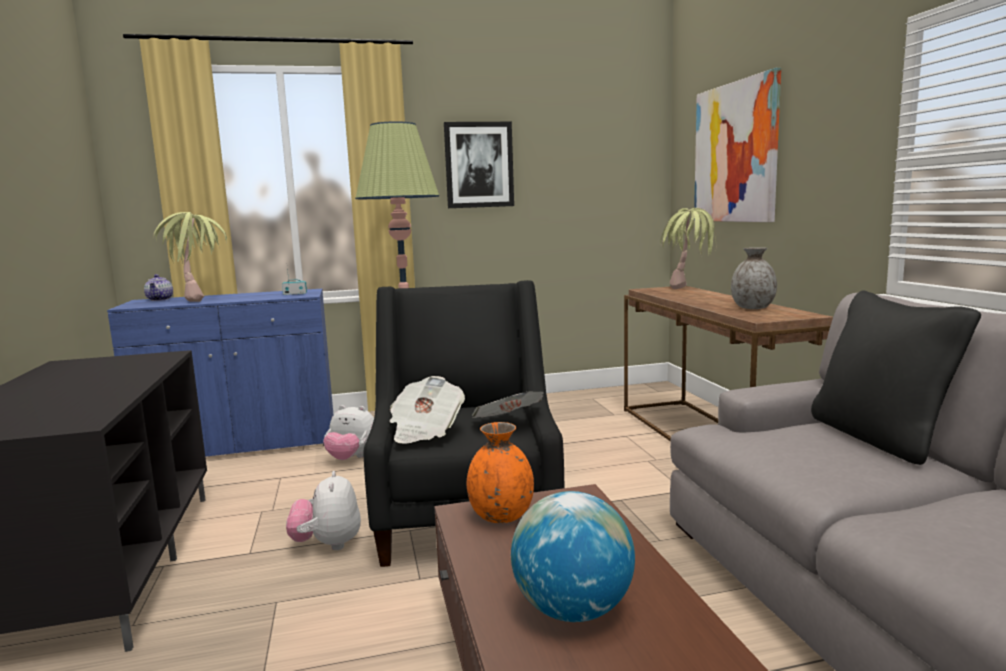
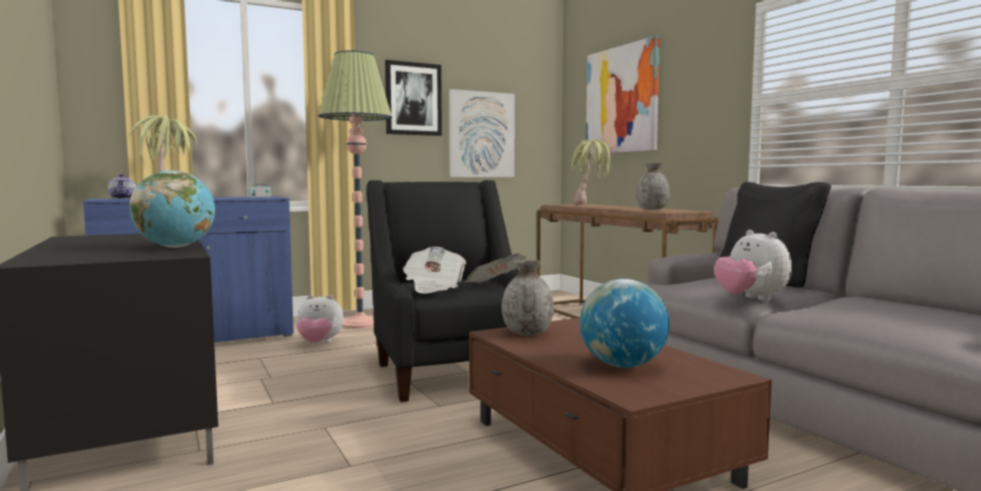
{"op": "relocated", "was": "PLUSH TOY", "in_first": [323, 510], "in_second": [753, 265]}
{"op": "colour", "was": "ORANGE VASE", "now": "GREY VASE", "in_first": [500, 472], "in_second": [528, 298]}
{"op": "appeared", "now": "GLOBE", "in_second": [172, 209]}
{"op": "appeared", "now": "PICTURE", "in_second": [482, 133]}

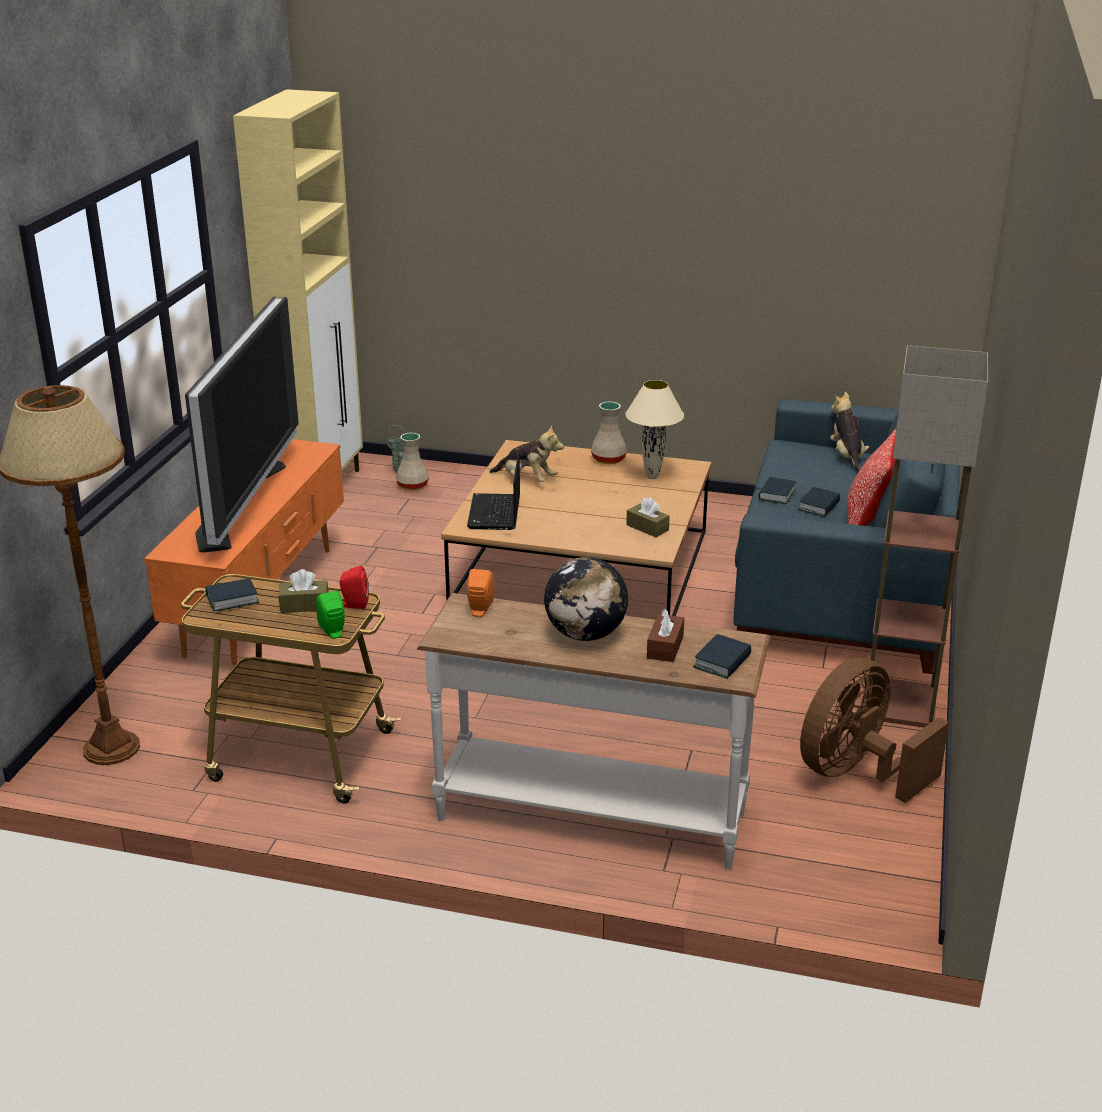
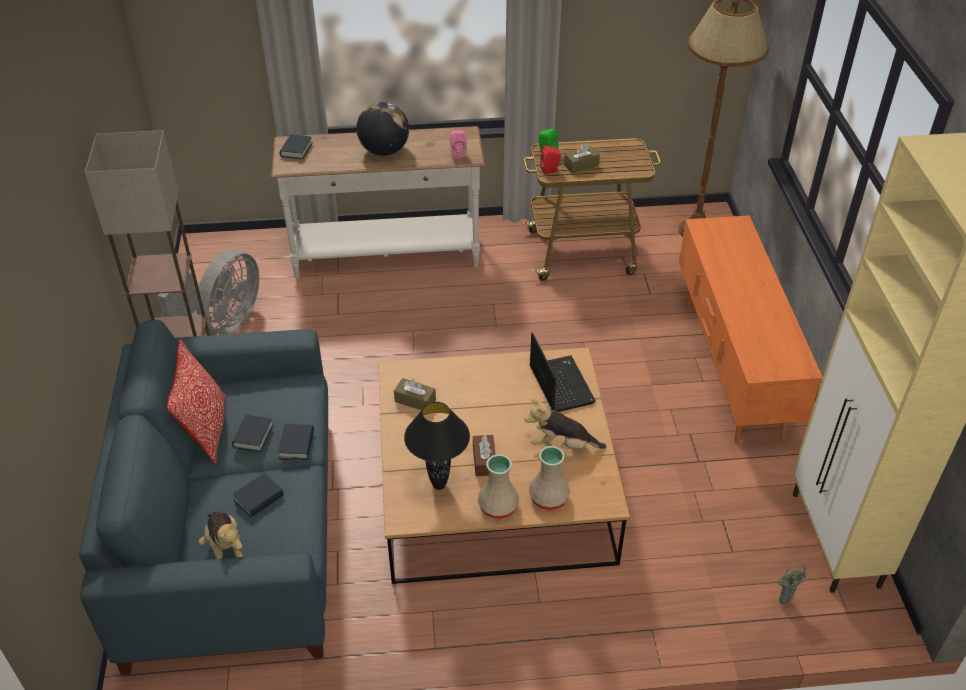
{"op": "missing", "was": "TELEVISION", "in_first": [242, 424]}
{"op": "relocated", "was": "BOOK", "in_first": [232, 595], "in_second": [258, 495]}
{"op": "relocated", "was": "BEIGE VASE", "in_first": [412, 461], "in_second": [549, 478]}
{"op": "colour", "was": "ORANGE SPEAKER", "now": "PINK SPEAKER", "in_first": [480, 593], "in_second": [458, 144]}
{"op": "colour", "was": "BEIGE TABLE LAMP", "now": "BLACK TABLE LAMP", "in_first": [654, 429], "in_second": [437, 446]}
{"op": "relocated", "was": "BROWN TISSUE BOX", "in_first": [665, 635], "in_second": [484, 455]}
{"op": "colour", "was": "BROWN FAN", "now": "GREY FAN", "in_first": [874, 730], "in_second": [208, 291]}

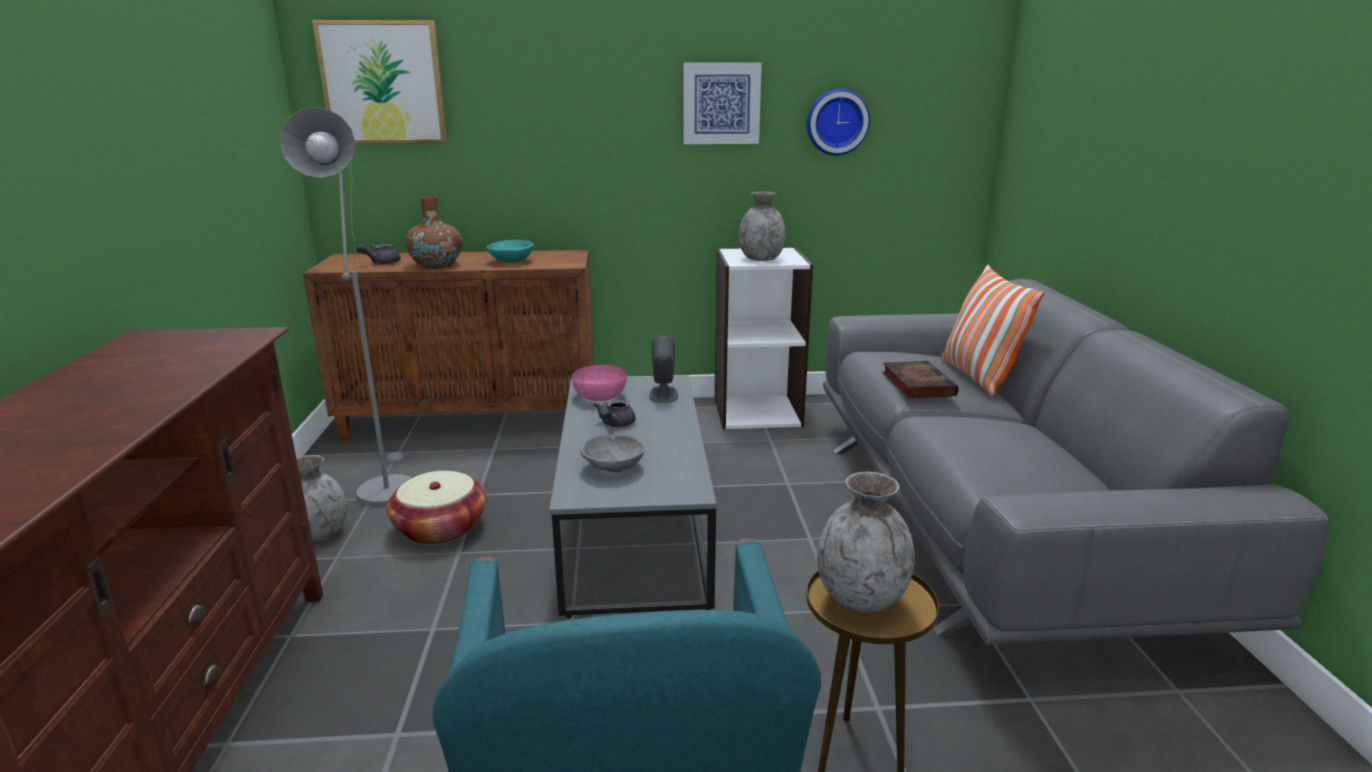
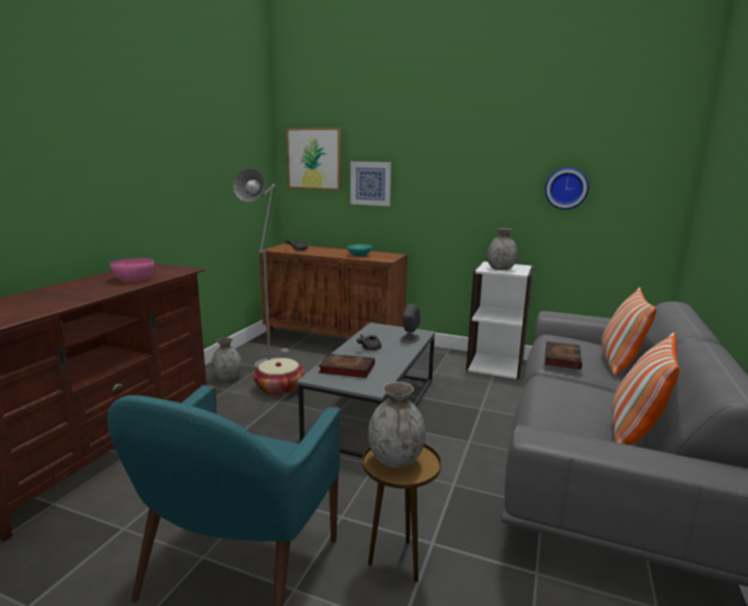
{"op": "missing", "was": "BROWN VASE", "in_first": [433, 232]}
{"op": "relocated", "was": "PINK BOWL", "in_first": [599, 383], "in_second": [132, 269]}
{"op": "exchanged", "was": "GREY BOWL", "now": "BOOK", "in_first": [612, 453], "in_second": [346, 366]}
{"op": "relocated", "was": "PICTURE", "in_first": [722, 103], "in_second": [370, 183]}
{"op": "appeared", "now": "PILLOW", "in_second": [645, 388]}

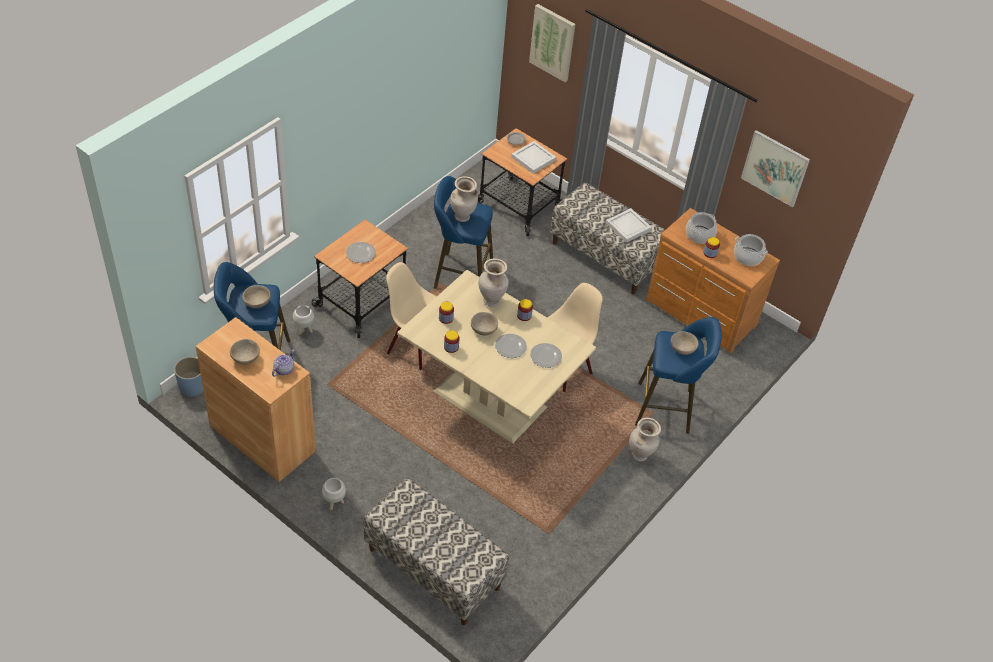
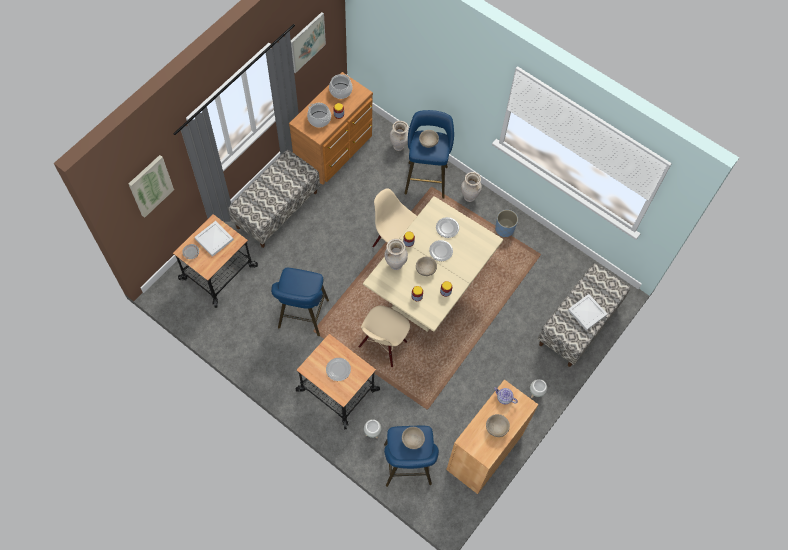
{"op": "relocated", "was": "BLUE PLANTER", "in_first": [189, 377], "in_second": [506, 223]}
{"op": "relocated", "was": "BEIGE VASE", "in_first": [464, 199], "in_second": [399, 136]}
{"op": "relocated", "was": "WHITE TRAY", "in_first": [629, 225], "in_second": [587, 312]}

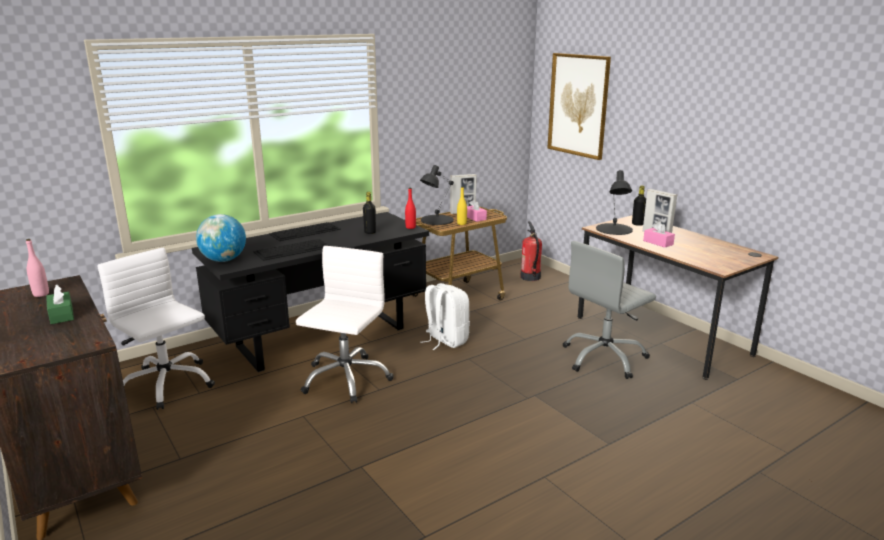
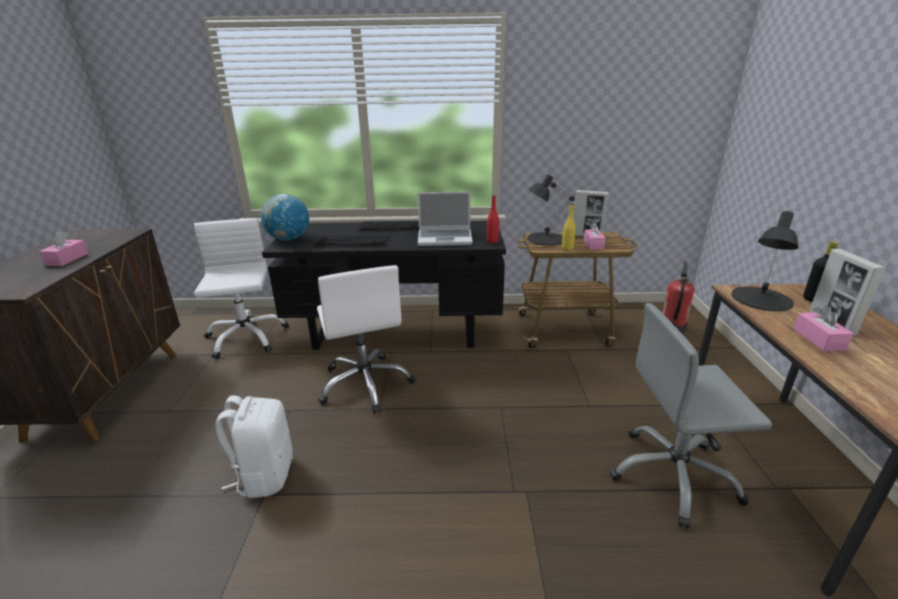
{"op": "missing", "was": "PINK BOTTLE", "in_first": [37, 268]}
{"op": "colour", "was": "GREEN TISSUE BOX", "now": "PINK TISSUE BOX", "in_first": [60, 304], "in_second": [63, 248]}
{"op": "spun", "was": "WHITE OFFICE CHAIR", "in_first": [345, 324], "in_second": [366, 339], "clockwise": 105}
{"op": "exchanged", "was": "BLACK BOTTLE", "now": "LAPTOP", "in_first": [369, 213], "in_second": [445, 218]}
{"op": "relocated", "was": "WHITE BACKPACK", "in_first": [445, 316], "in_second": [254, 446]}
{"op": "missing", "was": "PICTURE", "in_first": [579, 106]}

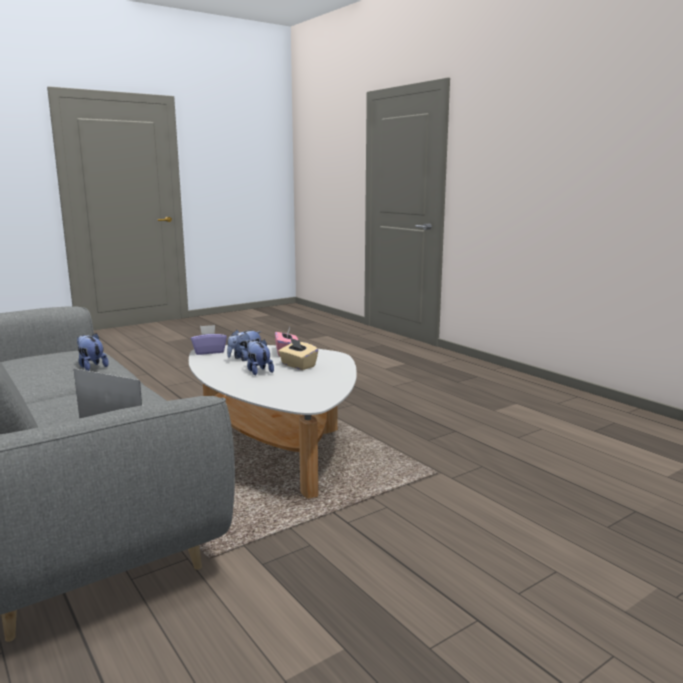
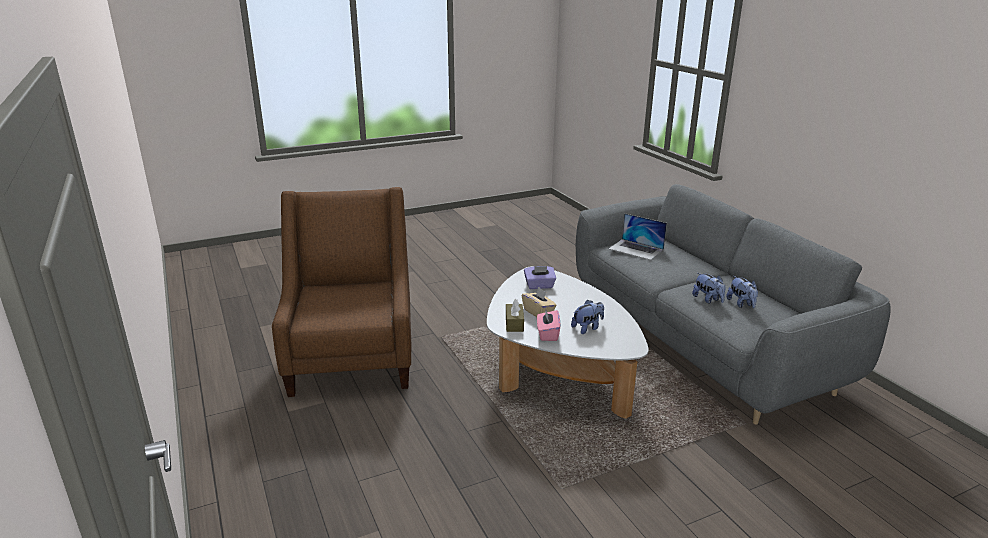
{"op": "relocated", "was": "PURPLE TISSUE BOX", "in_first": [209, 340], "in_second": [540, 277]}
{"op": "relocated", "was": "PLUSH TOY", "in_first": [260, 357], "in_second": [742, 292]}
{"op": "appeared", "now": "BROWN ARMCHAIR", "in_second": [341, 292]}
{"op": "appeared", "now": "BROWN TISSUE BOX", "in_second": [515, 315]}

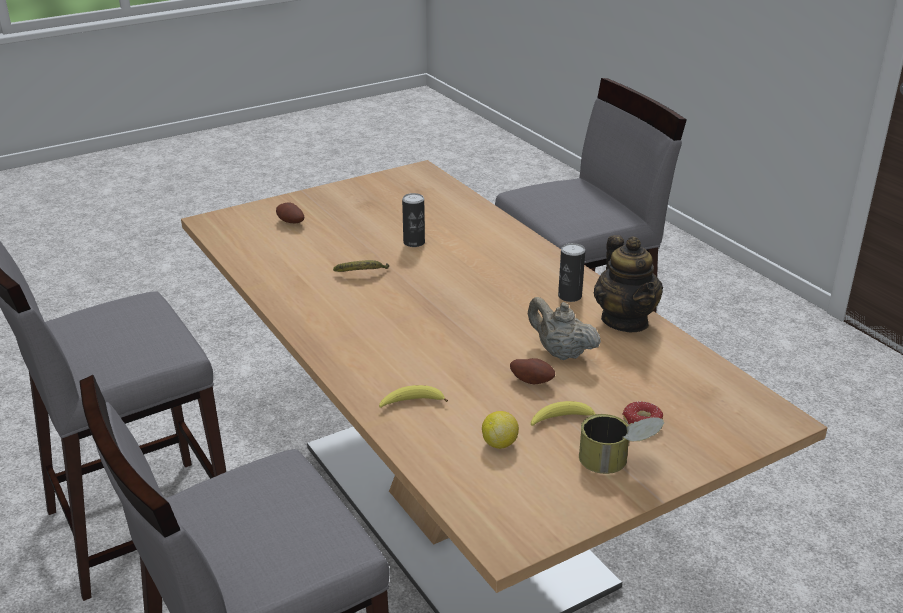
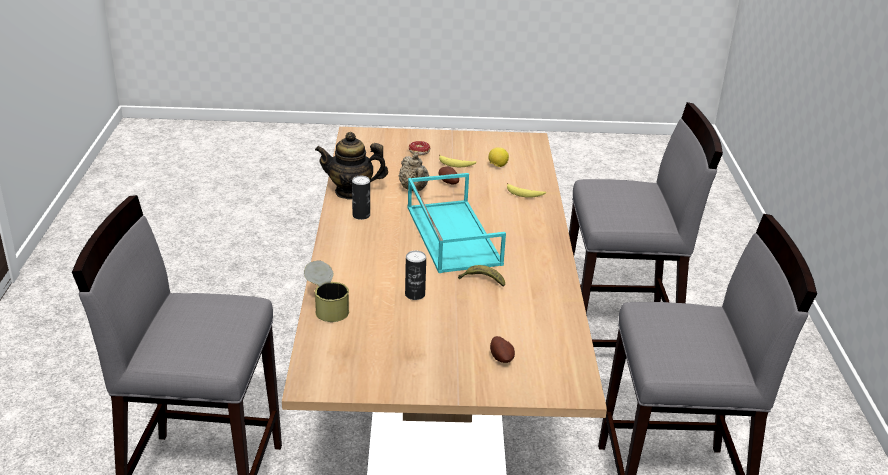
{"op": "relocated", "was": "CAN", "in_first": [621, 444], "in_second": [326, 291]}
{"op": "spun", "was": "TEAPOT", "in_first": [628, 283], "in_second": [351, 166], "clockwise": -105}
{"op": "appeared", "now": "TURQUOISE TRAY", "in_second": [457, 223]}

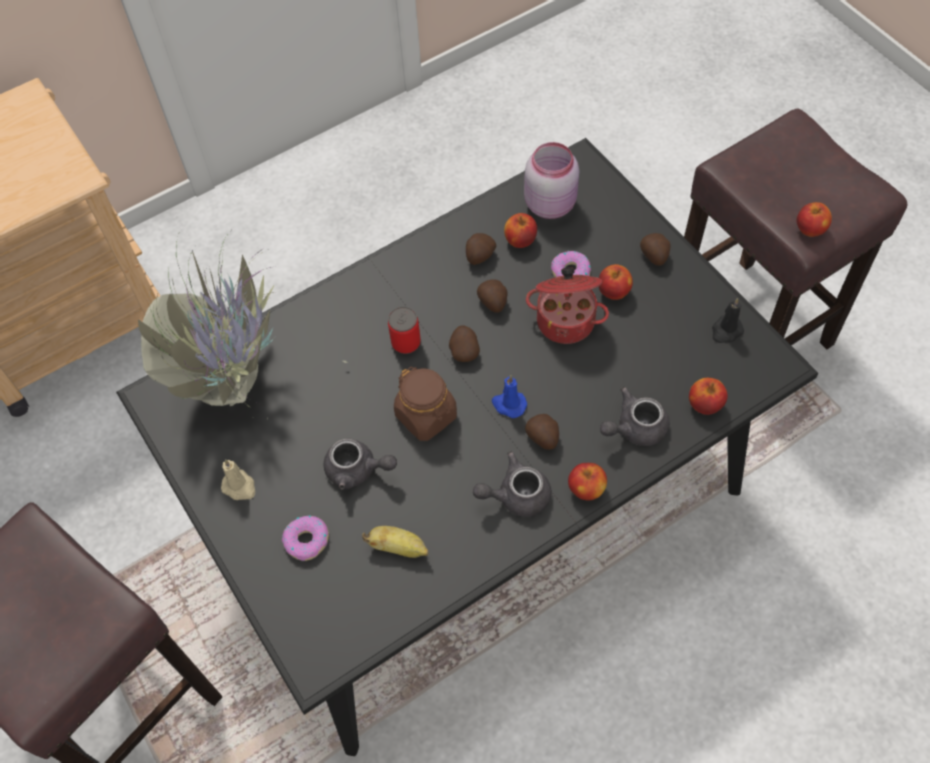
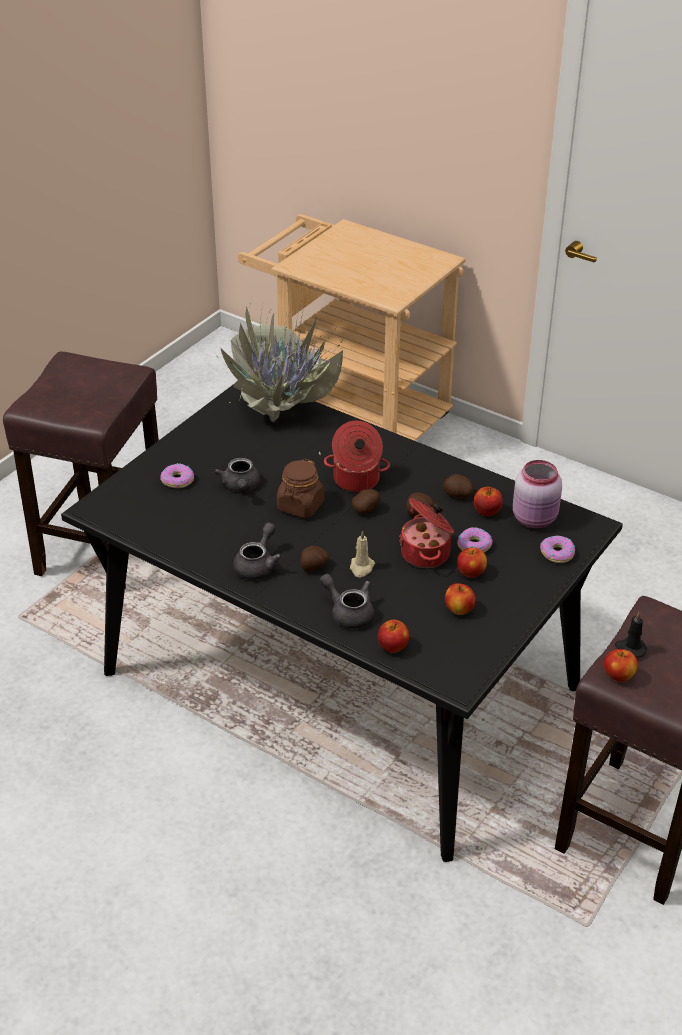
{"op": "relocated", "was": "BEIGE CANDLE", "in_first": [238, 479], "in_second": [362, 553]}
{"op": "missing", "was": "BANANA", "in_first": [395, 542]}
{"op": "exchanged", "was": "CAN", "now": "COOKING POT", "in_first": [404, 330], "in_second": [357, 456]}
{"op": "spun", "was": "GREY TEAPOT", "in_first": [512, 484], "in_second": [257, 551], "clockwise": 60}
{"op": "missing", "was": "BLUE CANDLE", "in_first": [509, 396]}
{"op": "relocated", "was": "APPLE", "in_first": [587, 481], "in_second": [460, 599]}
{"op": "missing", "was": "POTATO", "in_first": [655, 249]}
{"op": "relocated", "was": "BLACK CANDLE", "in_first": [728, 320], "in_second": [631, 635]}
{"op": "appeared", "now": "DONUT", "in_second": [557, 549]}

